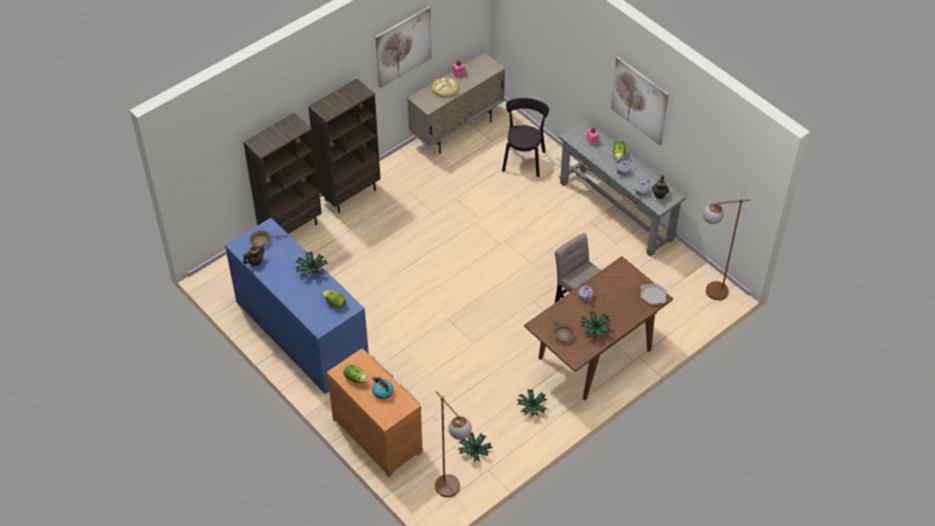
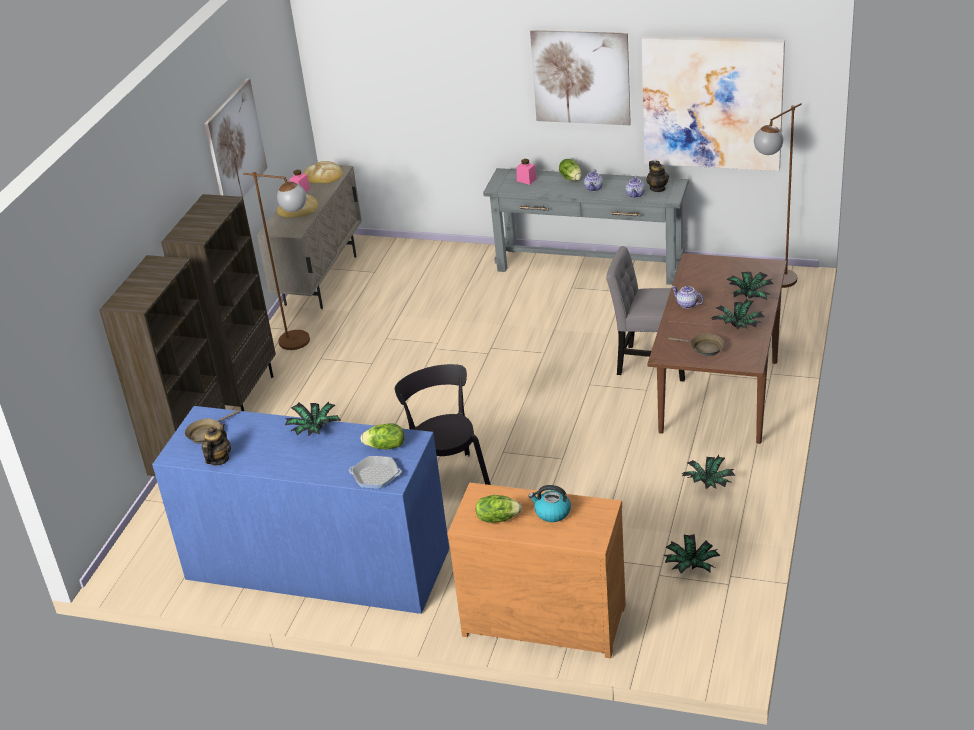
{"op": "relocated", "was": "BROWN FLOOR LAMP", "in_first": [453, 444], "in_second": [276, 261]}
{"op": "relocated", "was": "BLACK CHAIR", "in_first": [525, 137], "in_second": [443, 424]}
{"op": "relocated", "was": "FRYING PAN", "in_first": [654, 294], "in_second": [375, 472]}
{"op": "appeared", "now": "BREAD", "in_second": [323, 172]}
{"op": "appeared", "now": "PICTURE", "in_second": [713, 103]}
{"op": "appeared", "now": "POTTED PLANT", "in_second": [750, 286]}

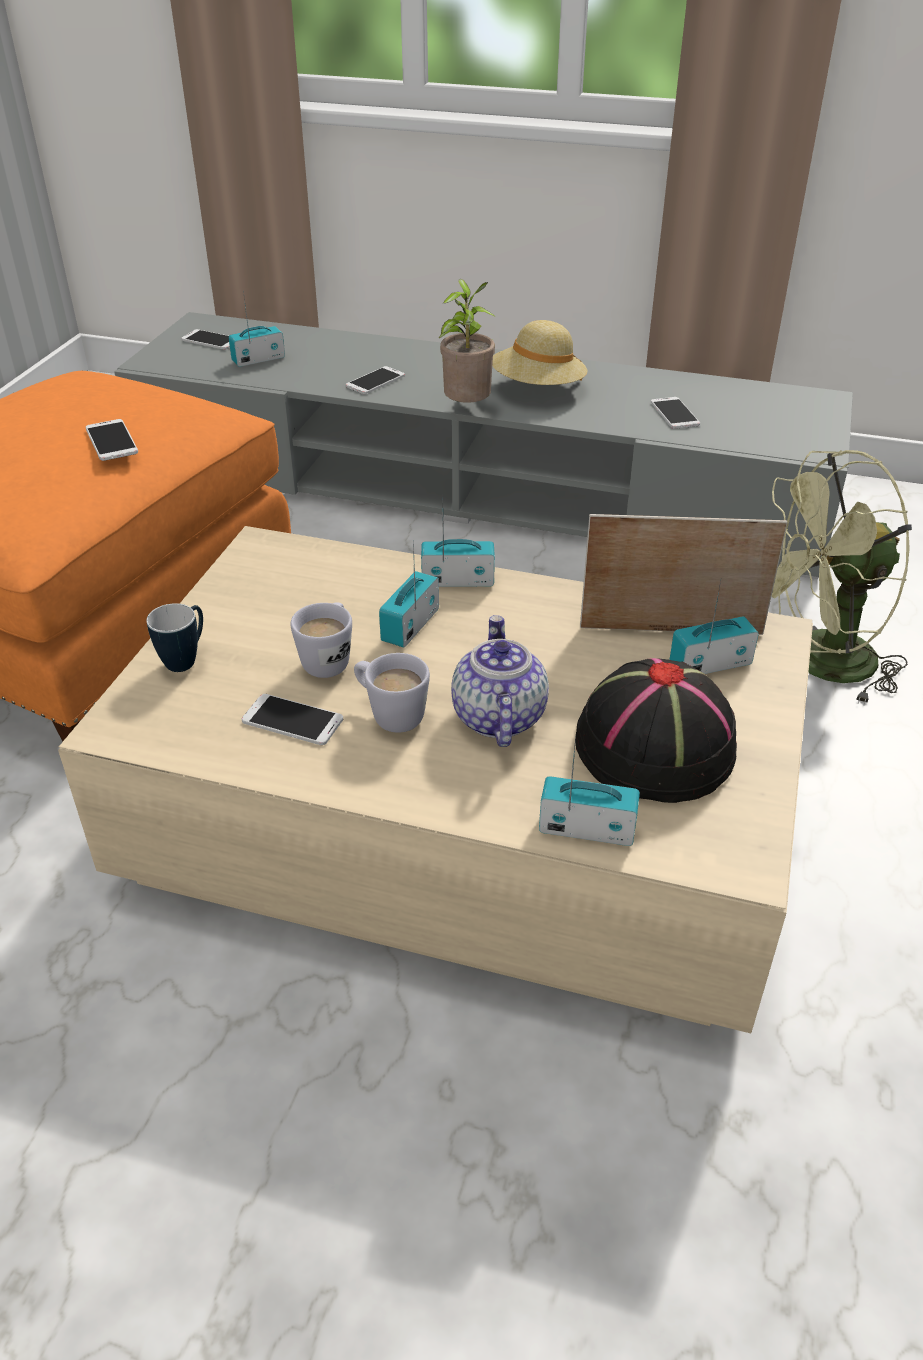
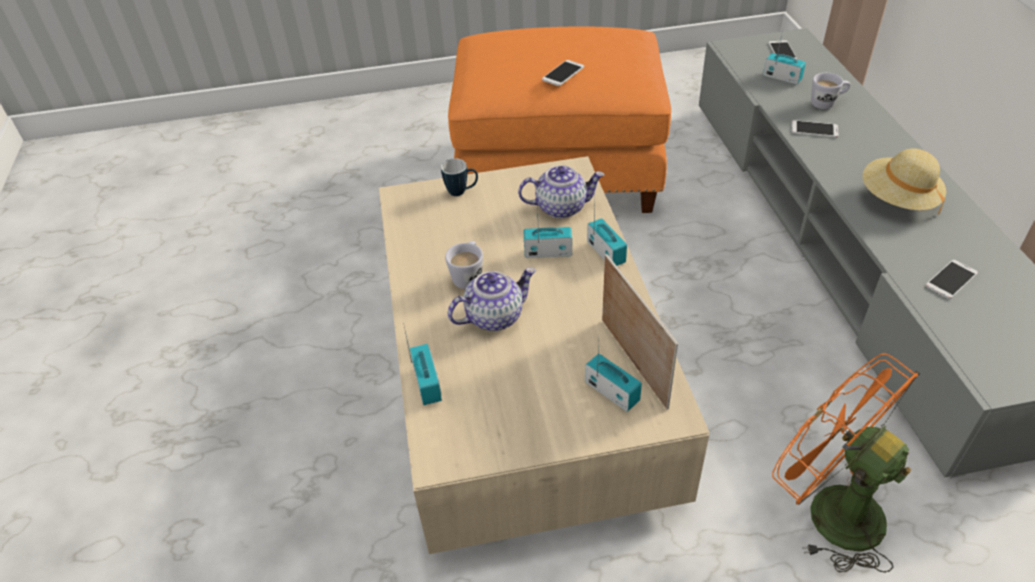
{"op": "missing", "was": "PHONE", "in_first": [292, 719]}
{"op": "relocated", "was": "WHITE MUG", "in_first": [321, 640], "in_second": [830, 91]}
{"op": "missing", "was": "POTTED PLANT", "in_first": [467, 341]}
{"op": "missing", "was": "BLACK HAT", "in_first": [656, 730]}
{"op": "colour", "was": "GREEN FAN", "now": "ORANGE FAN", "in_first": [841, 577], "in_second": [846, 463]}
{"op": "appeared", "now": "TEAPOT", "in_second": [561, 191]}

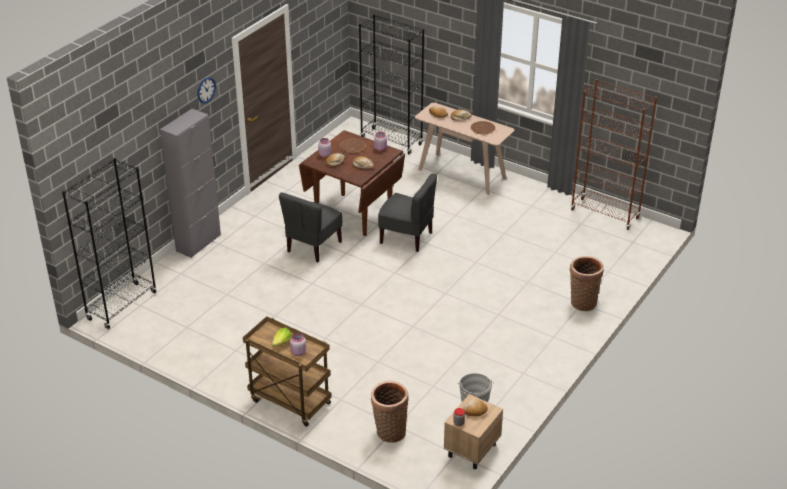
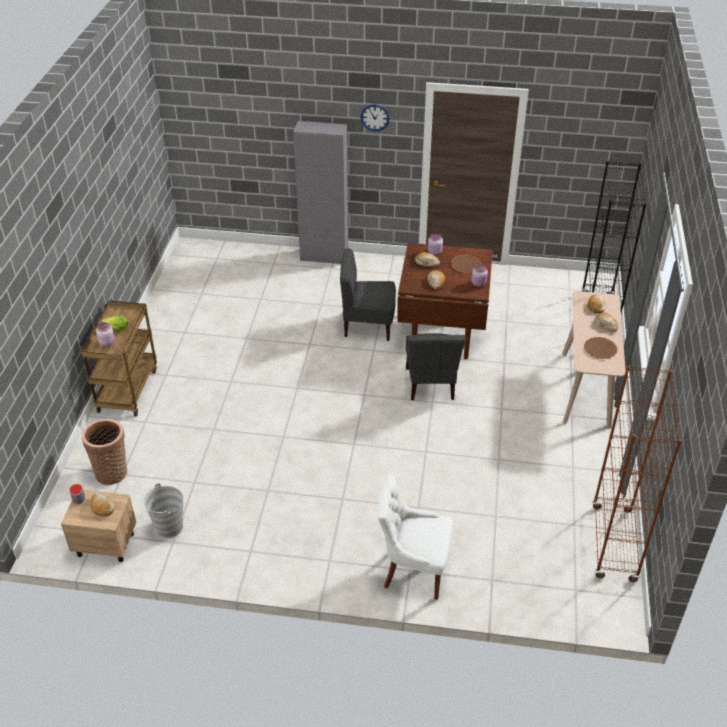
{"op": "missing", "was": "BLACK BOOKCASE", "in_first": [109, 243]}
{"op": "exchanged", "was": "BASKET", "now": "WHITE CHAIR", "in_first": [587, 283], "in_second": [415, 537]}

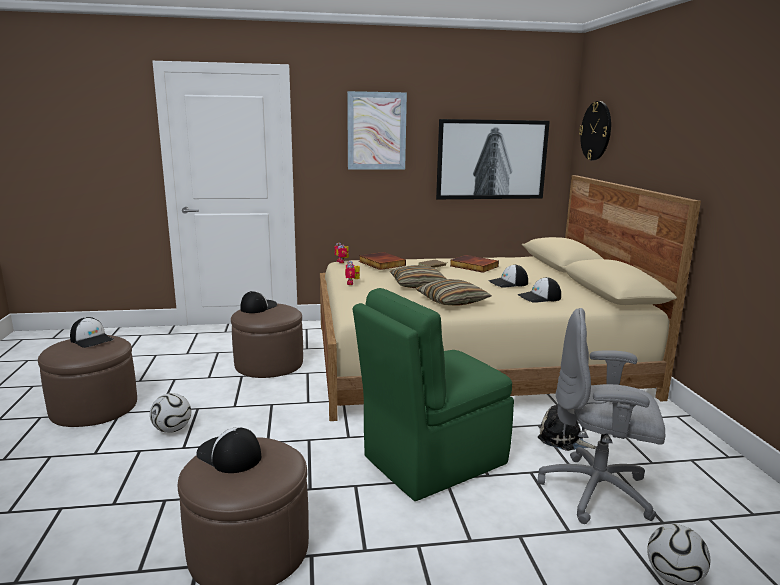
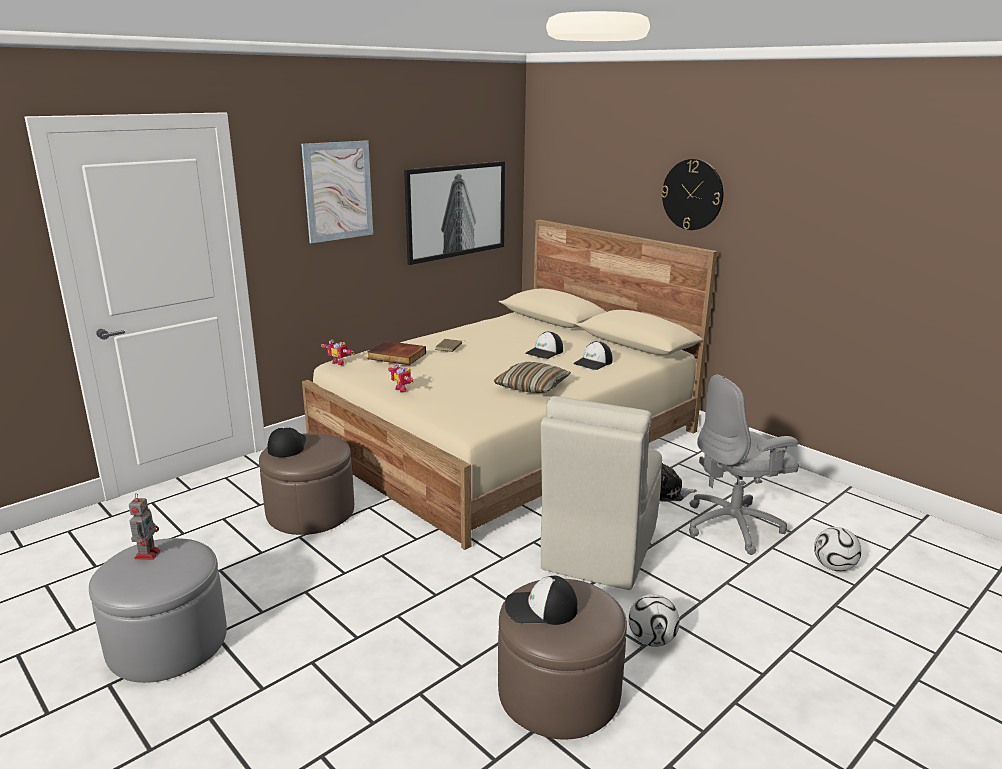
{"op": "colour", "was": "BROWN OTTOMAN", "now": "GREY OTTOMAN", "in_first": [87, 381], "in_second": [158, 610]}
{"op": "exchanged", "was": "CAP", "now": "TOY ROBOT", "in_first": [92, 332], "in_second": [145, 526]}
{"op": "relocated", "was": "FOOTBALL", "in_first": [170, 413], "in_second": [654, 620]}
{"op": "colour", "was": "GREEN CHAIR", "now": "BEIGE CHAIR", "in_first": [433, 394], "in_second": [601, 493]}
{"op": "missing", "was": "PILLOW", "in_first": [418, 276]}
{"op": "missing", "was": "BOOK", "in_first": [474, 264]}
{"op": "relocated", "was": "WALL CLOCK", "in_first": [595, 130], "in_second": [692, 194]}

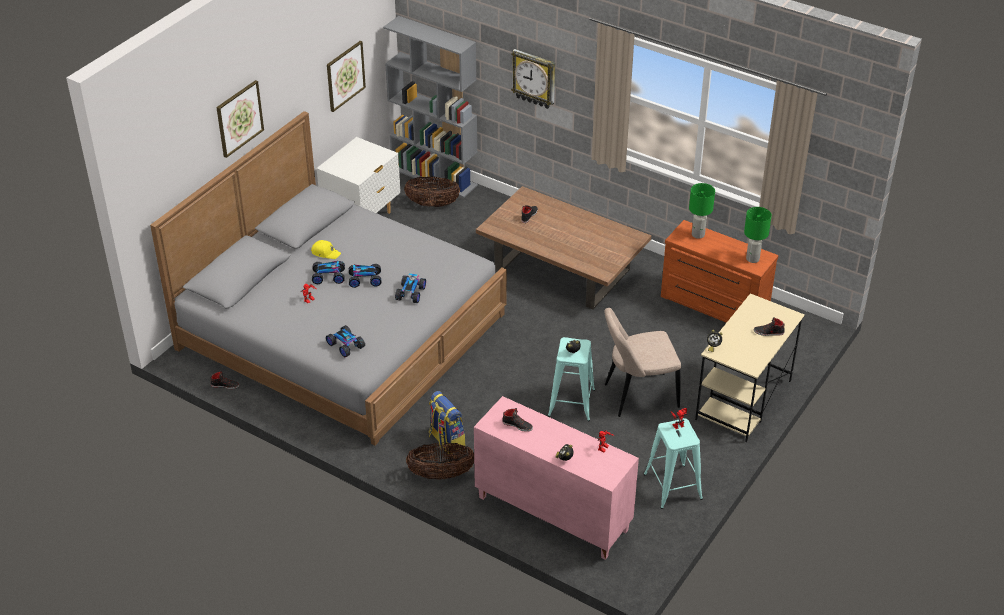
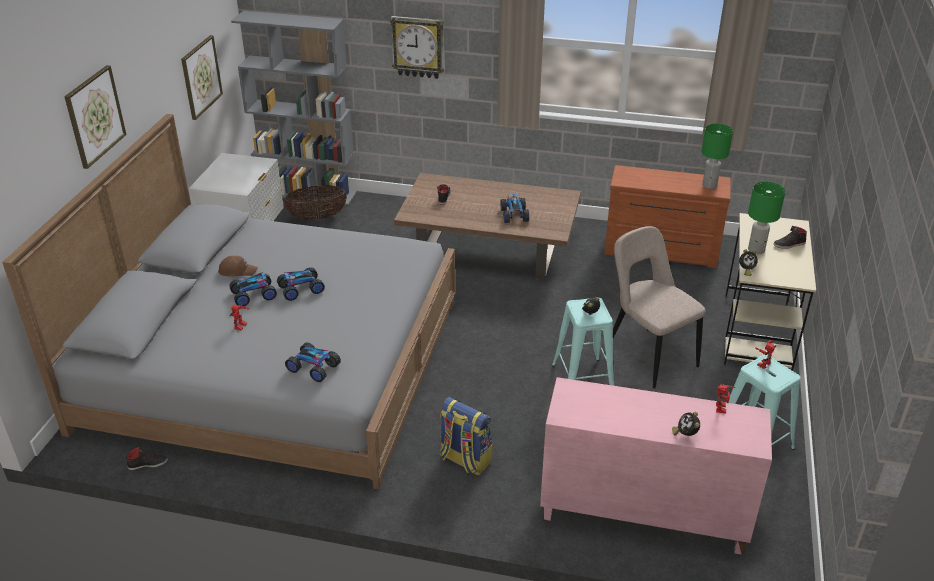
{"op": "colour", "was": "YELLOW CAP", "now": "BROWN CAP", "in_first": [326, 249], "in_second": [238, 266]}
{"op": "relocated", "was": "TOY CAR", "in_first": [410, 288], "in_second": [515, 208]}
{"op": "missing", "was": "BASKET", "in_first": [440, 461]}
{"op": "missing", "was": "BLACK SHOE", "in_first": [517, 420]}
{"op": "spun", "was": "BEIGE CHAIR", "in_first": [642, 362], "in_second": [659, 307], "clockwise": 90}
{"op": "relocated", "was": "GREEN TABLE LAMP", "in_first": [702, 211], "in_second": [766, 218]}

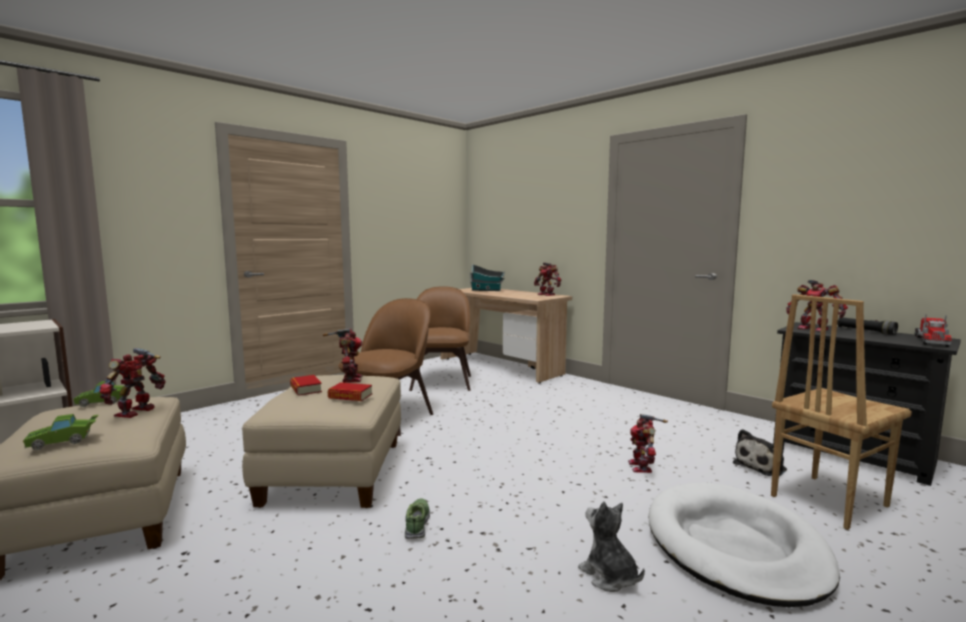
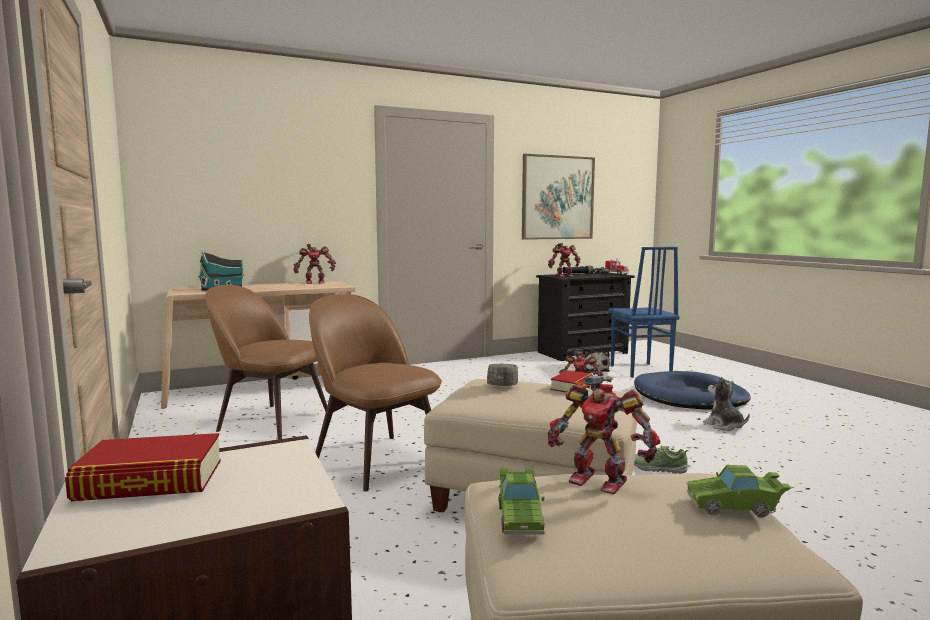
{"op": "spun", "was": "GREEN TOY CAR", "in_first": [60, 432], "in_second": [739, 491], "clockwise": 105}
{"op": "relocated", "was": "BOOK", "in_first": [306, 385], "in_second": [143, 467]}
{"op": "exchanged", "was": "TOY ROBOT", "now": "GREY CAP", "in_first": [343, 355], "in_second": [502, 375]}
{"op": "spun", "was": "PLUSH TOY", "in_first": [611, 547], "in_second": [726, 404], "clockwise": 75}
{"op": "colour", "was": "WHITE DOG BED", "now": "BLUE DOG BED", "in_first": [744, 544], "in_second": [692, 390]}
{"op": "colour", "was": "BROWN CHAIR", "now": "BLUE CHAIR", "in_first": [841, 412], "in_second": [643, 312]}
{"op": "appeared", "now": "PICTURE", "in_second": [558, 197]}

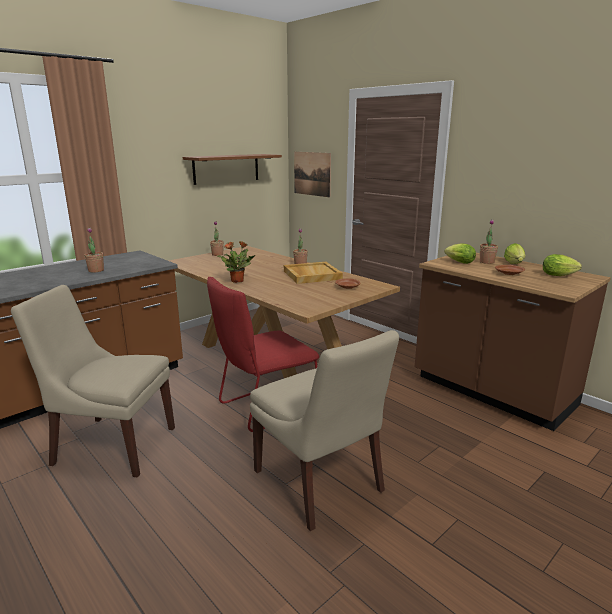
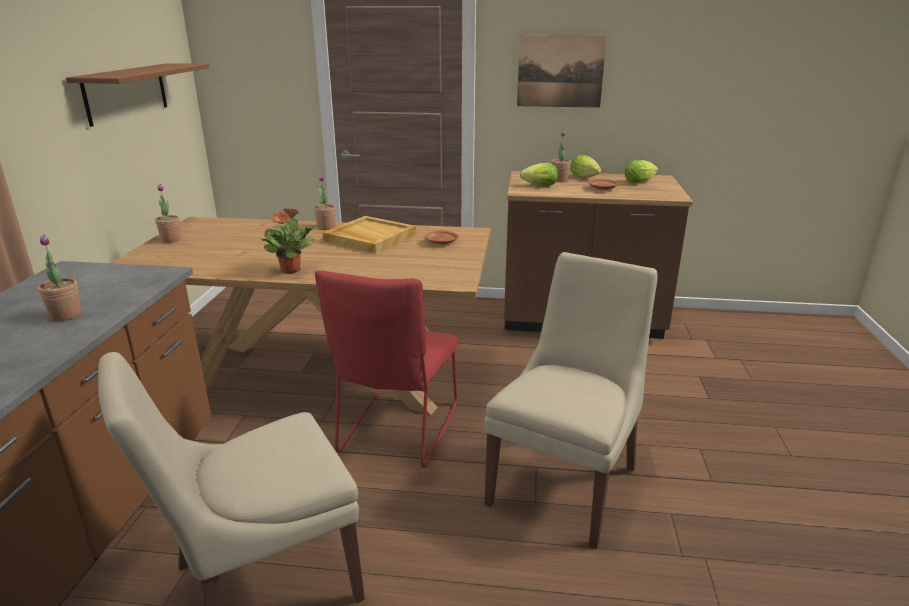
{"op": "spun", "was": "BEIGE CHAIR", "in_first": [324, 430], "in_second": [571, 400], "clockwise": -75}
{"op": "relocated", "was": "PICTURE", "in_first": [312, 175], "in_second": [562, 71]}

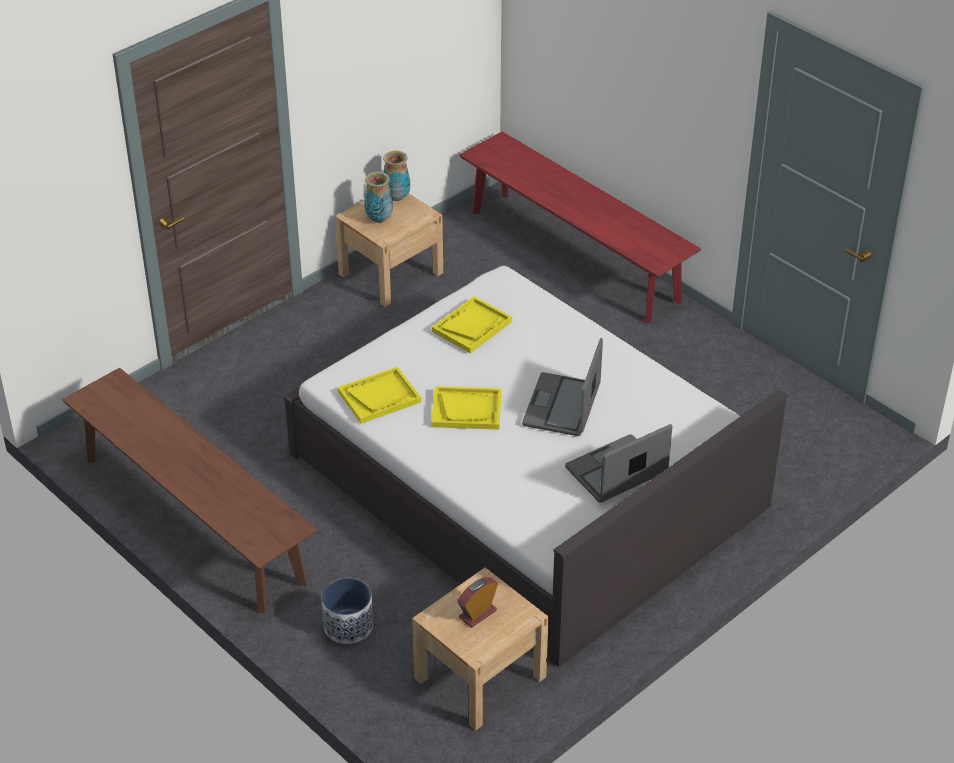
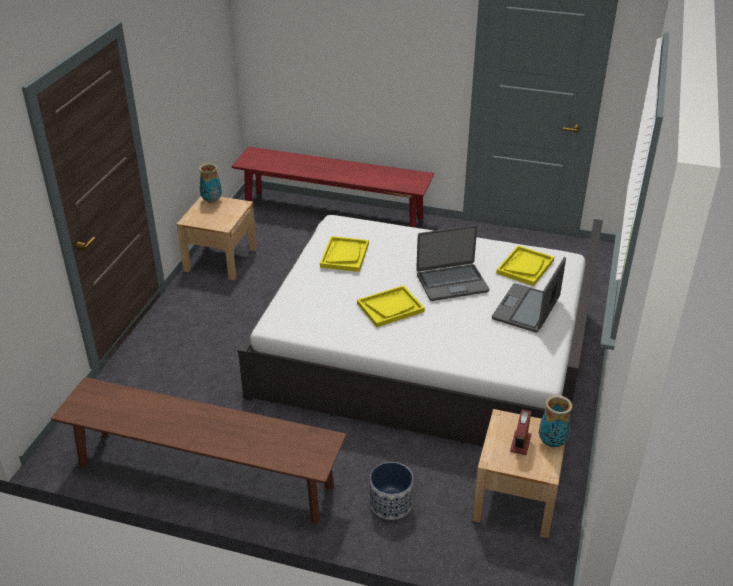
{"op": "relocated", "was": "YELLOW TRAY", "in_first": [379, 395], "in_second": [525, 265]}
{"op": "relocated", "was": "VASE", "in_first": [378, 197], "in_second": [556, 421]}
{"op": "spun", "was": "LAPTOP", "in_first": [562, 387], "in_second": [452, 263], "clockwise": -90}

